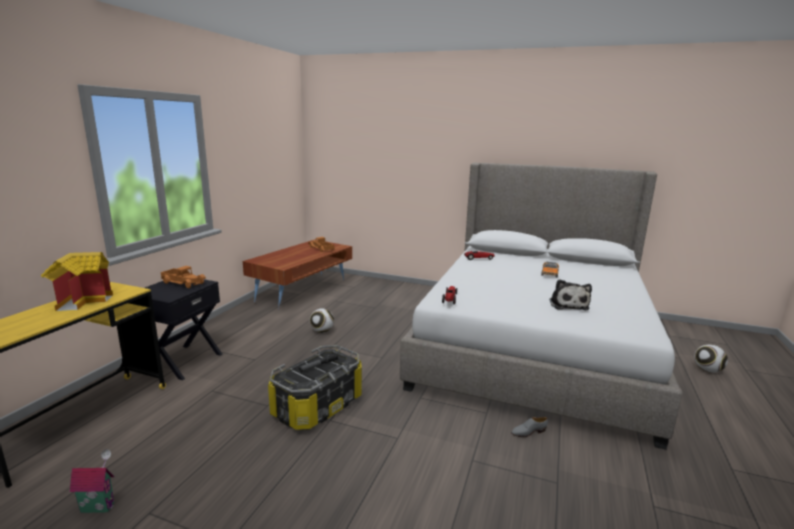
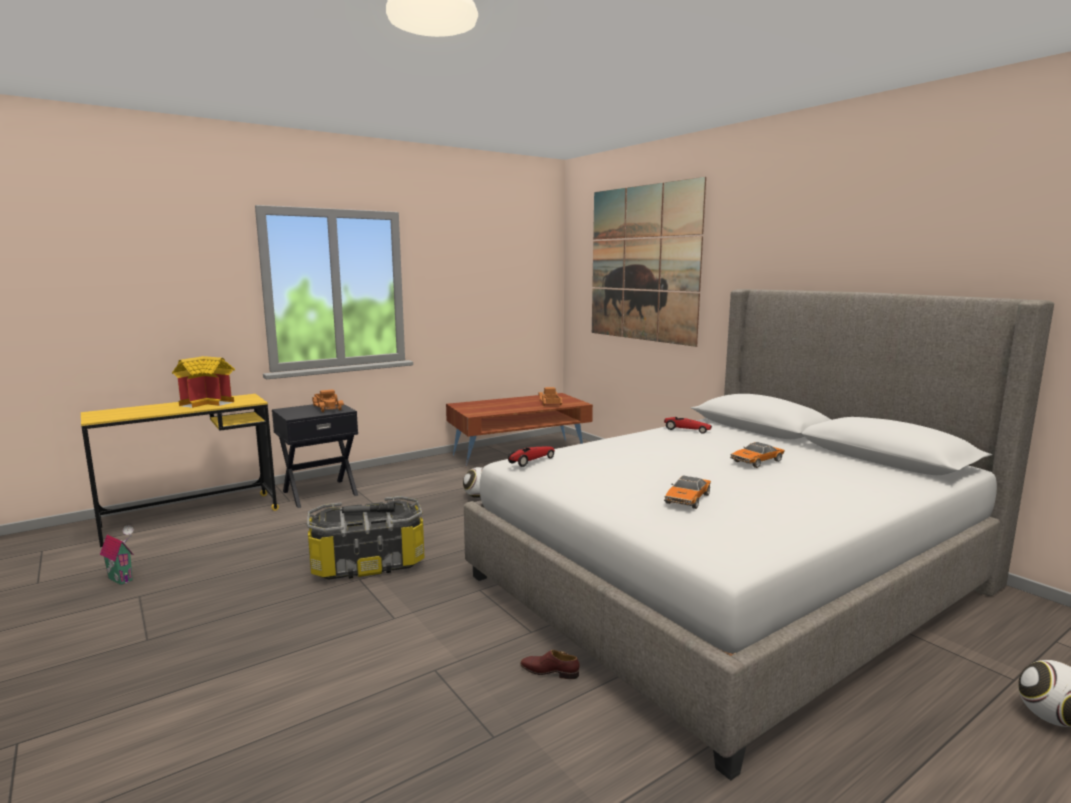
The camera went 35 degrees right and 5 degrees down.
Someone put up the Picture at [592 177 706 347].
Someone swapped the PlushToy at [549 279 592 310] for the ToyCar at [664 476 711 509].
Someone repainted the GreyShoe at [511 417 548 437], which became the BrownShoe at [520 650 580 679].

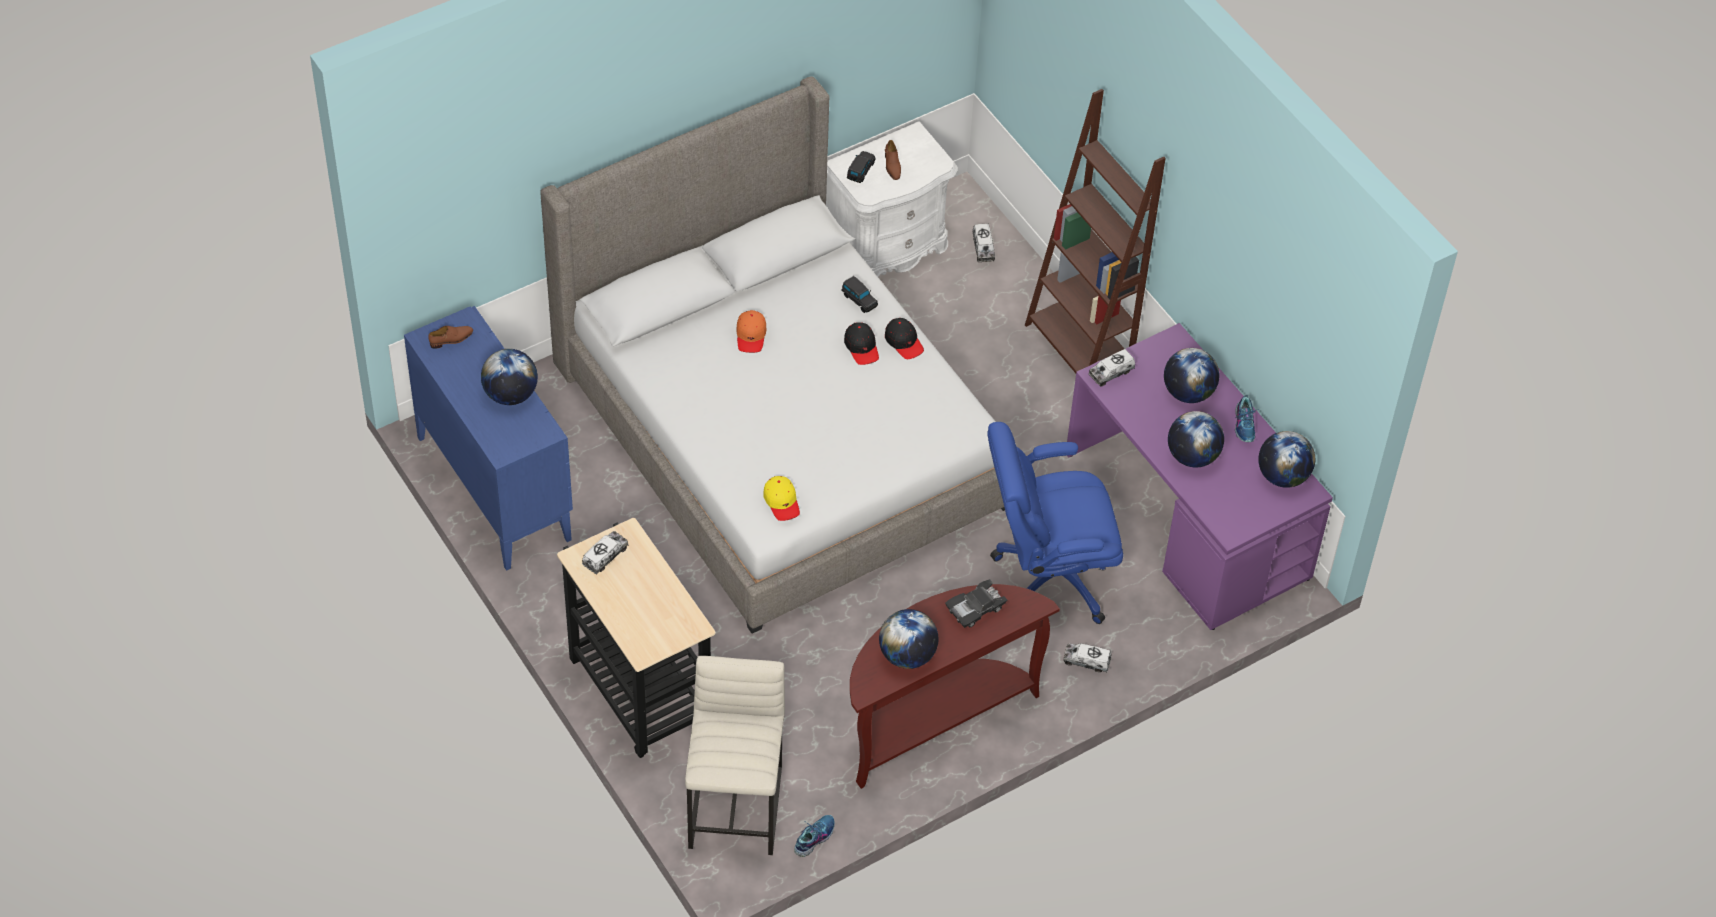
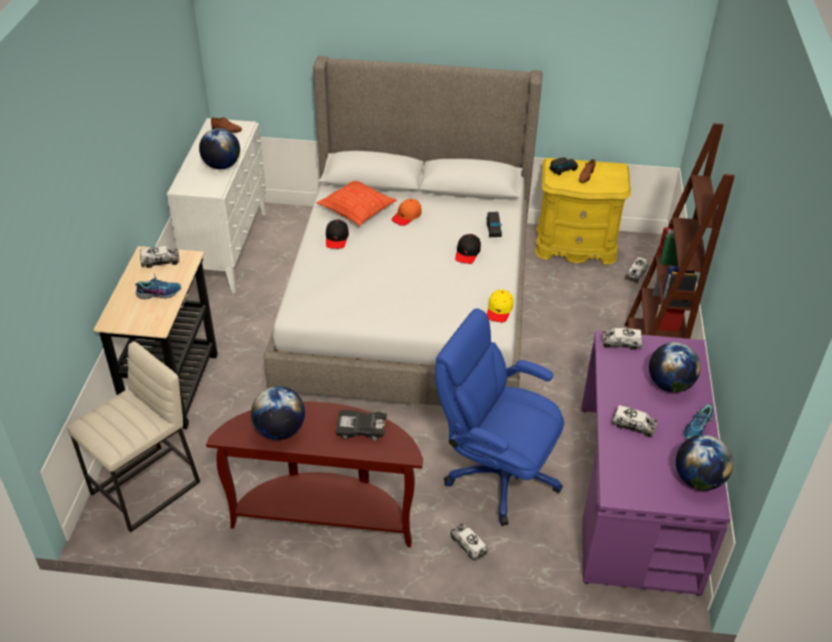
The camera went 40 degrees right and 10 degrees down.
Someone put down the OrangePillow at [317 181 397 226].
Someone carried the YellowCap from [763 476 800 521] to [487 290 513 322].
Someone carried the Shoe from [794 815 835 857] to [135 274 181 299].
Someone carried the BlackCap from [885 318 924 359] to [326 219 349 249].
Someone swapped the Globe at [1168 411 1224 467] for the ToyTruck at [612 405 657 437].
Someone repainted the BlueDresser at [404 306 573 571], which became the WhiteDresser at [167 118 266 293].
Someone repainted the WhiteNightstand at [826 121 957 277], which became the YellowNightstand at [536 158 631 265].

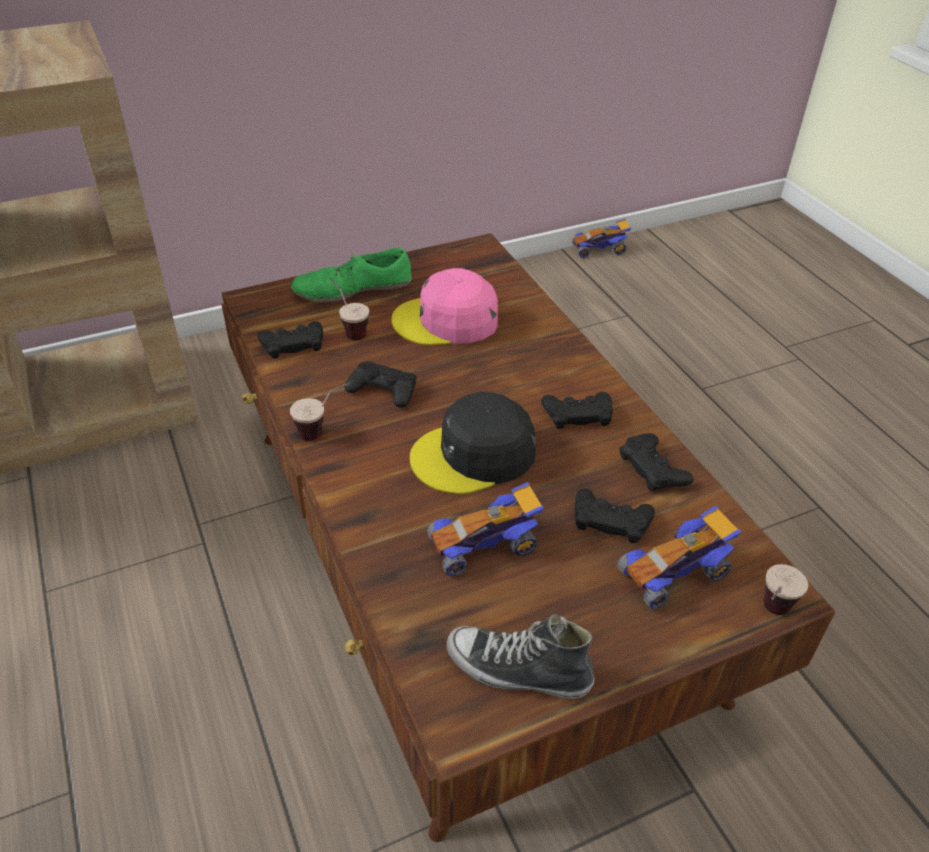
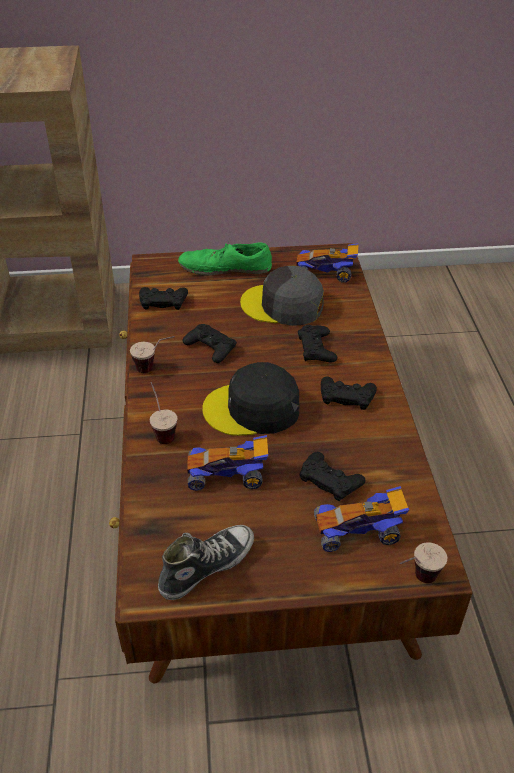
The camera went 20 degrees right and 0 degrees up.
Someone carried the Cup from [329 277 369 340] to [150 382 177 444].
Someone carried the ToyCar from [572 219 631 258] to [296 243 359 283].
Someone carried the BlackGameController from [619 433 694 491] to [298 325 337 362].
Someone repainted the PinkCap at [392 268 498 345], which became the GreyCap at [240 266 324 326].
Someone rotated the Shoe at [447 614 594 699] by 105 degrees clockwise.

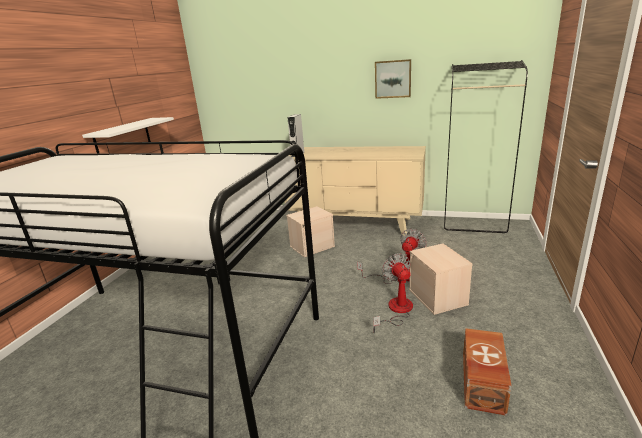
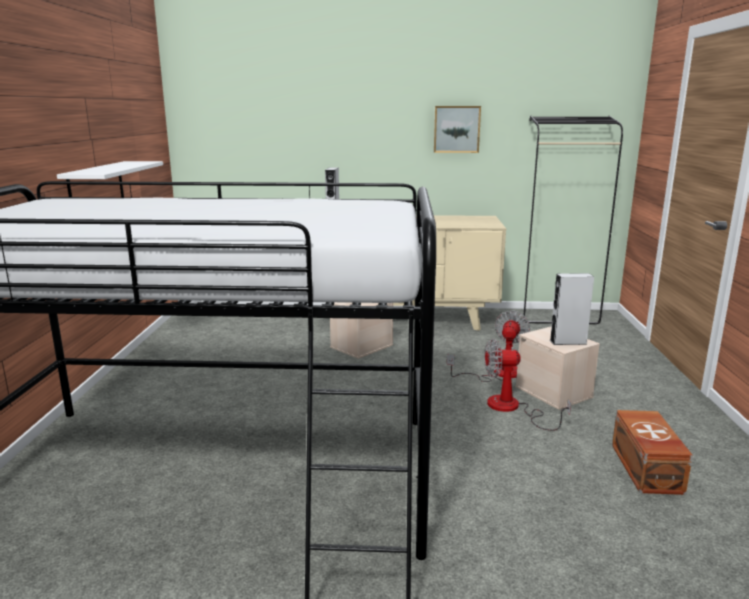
The camera went 15 degrees left and 5 degrees down.
Someone put down the GreySpeaker at [550 273 594 345].
Someone rotated the Fan at [373 253 413 333] by 60 degrees counterclockwise.

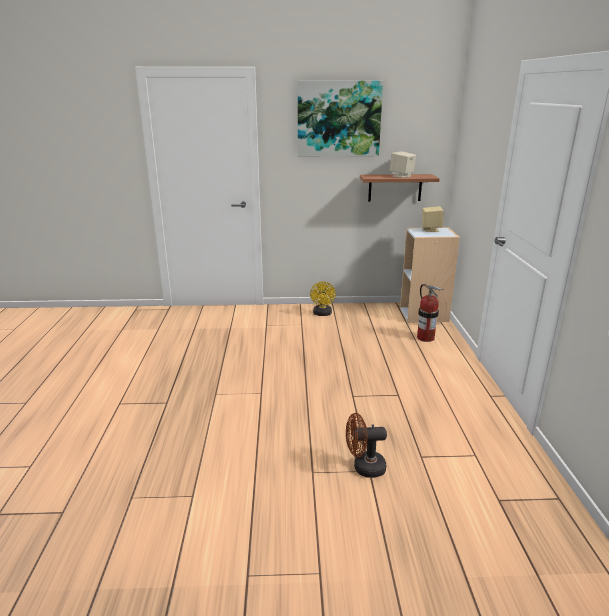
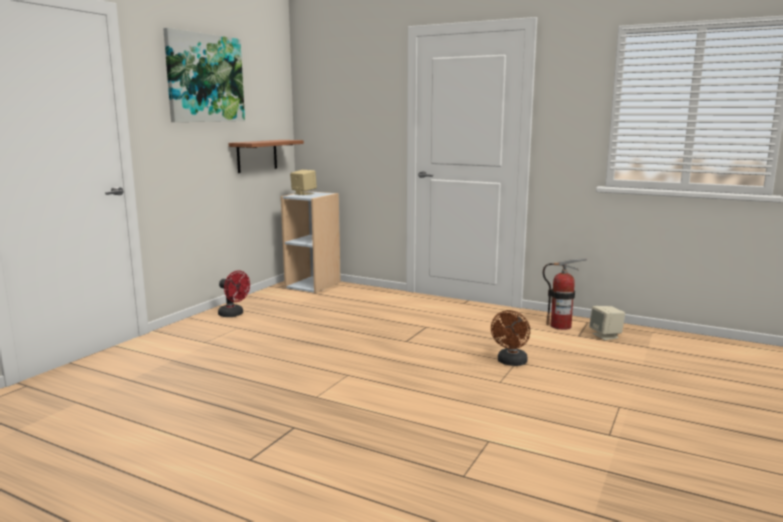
The camera went 60 degrees left and 10 degrees down.
Someone carried the BeigeSpeaker from [390 151 416 178] to [589 306 625 340].
Someone carried the FireExtinguisher from [417 284 443 342] to [543 258 587 330].
Someone repainted the YellowFan at [310 282 336 316], which became the RedFan at [218 270 250 317].

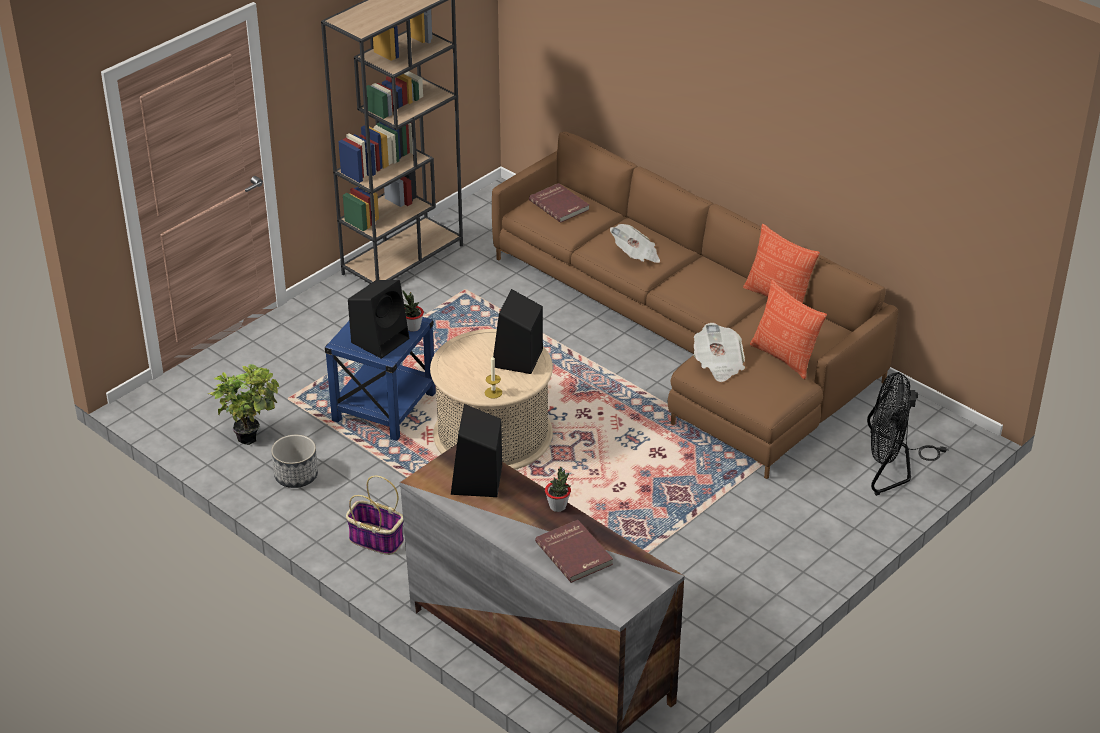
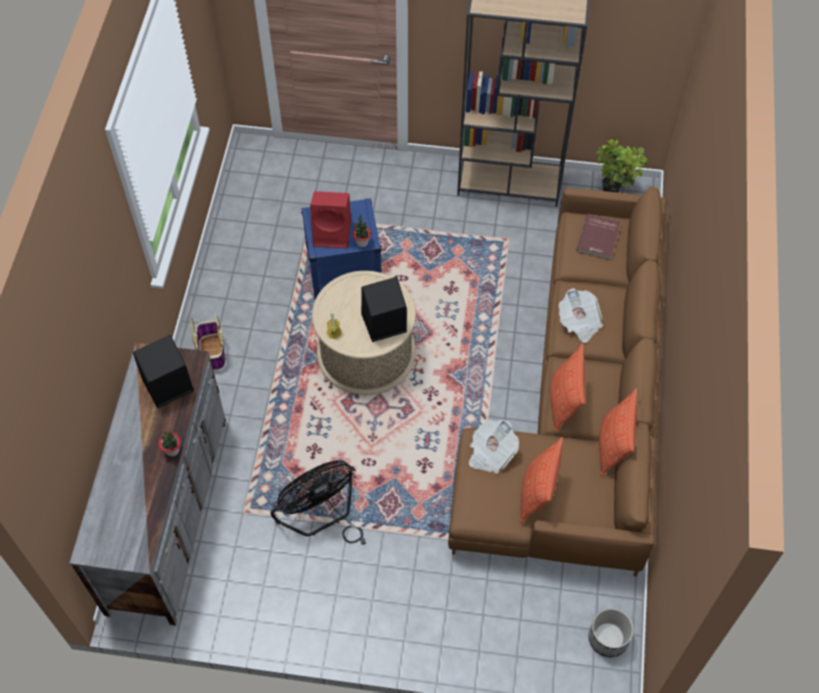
The camera went 55 degrees right and 20 degrees up.
Someone took away the RedBook at [535 520 613 583].
Someone put down the OrangePillow at [550 344 585 432].
Someone carried the PottedPlant from [208 364 279 445] to [597 139 648 192].
Someone carried the Planter from [271 435 318 488] to [589 608 634 657].
Someone carried the BlackFan from [867 372 948 496] to [270 460 366 546].
Someone repainted the BlackSpeaker at [348 280 409 359], which became the RedSpeaker at [310 191 351 248].

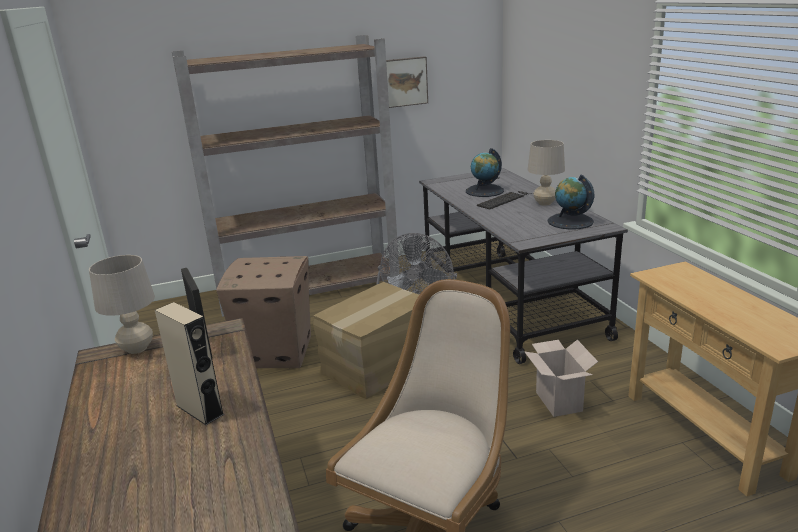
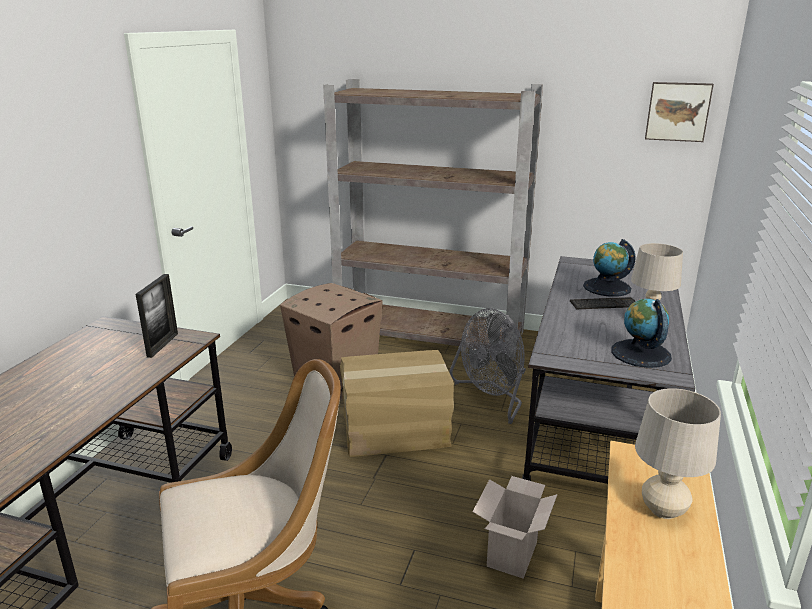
The camera went 35 degrees right and 0 degrees up.
Someone took away the BeigeSpeaker at [155 302 224 425].
Someone carried the BeigeTableLamp from [89 255 155 354] to [635 388 721 519].
Someone carried the Picture from [386 56 428 108] to [645 82 714 142].

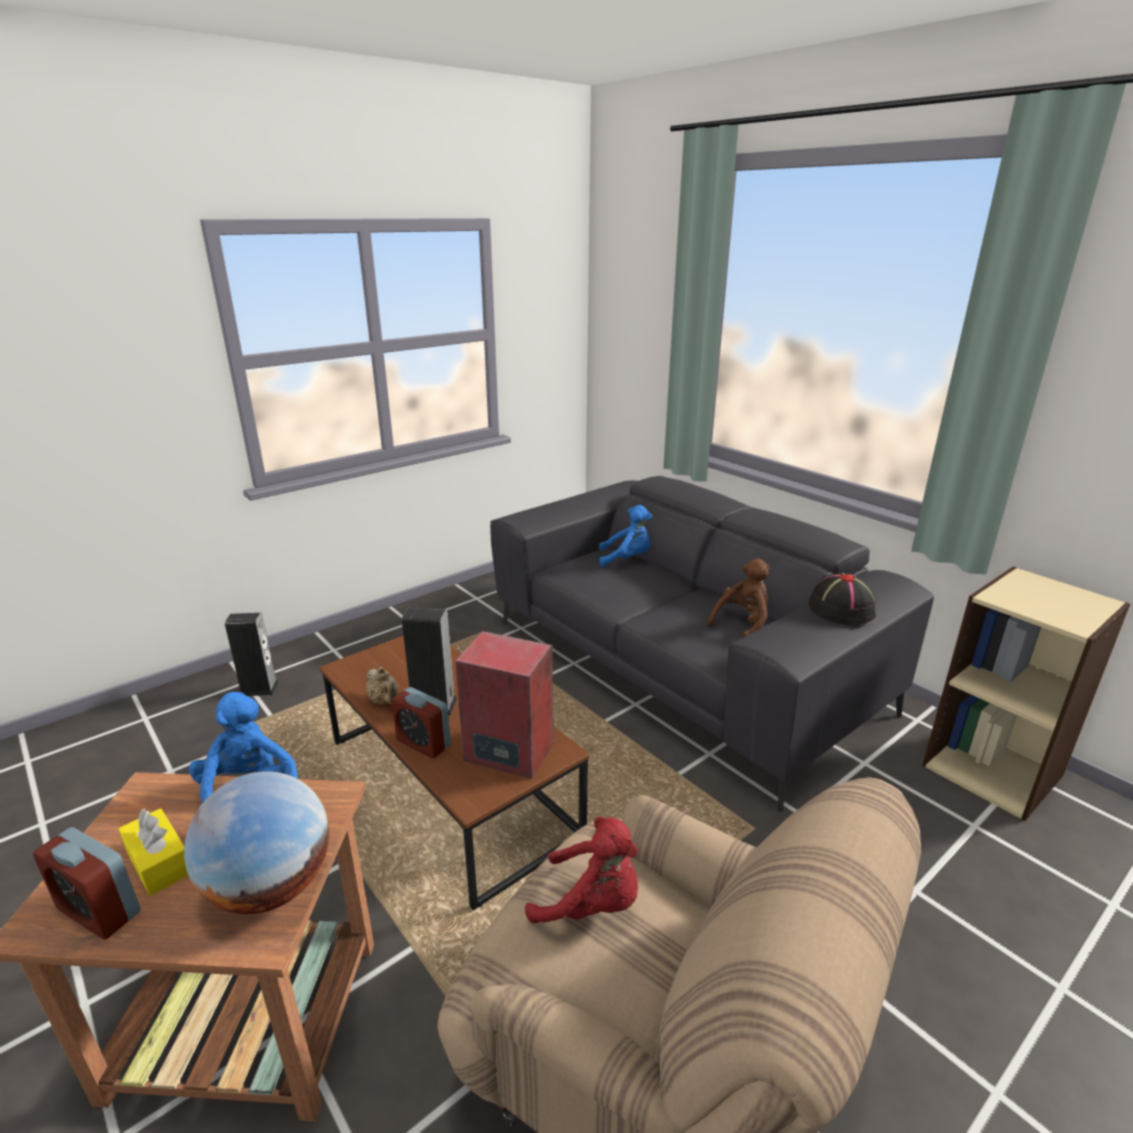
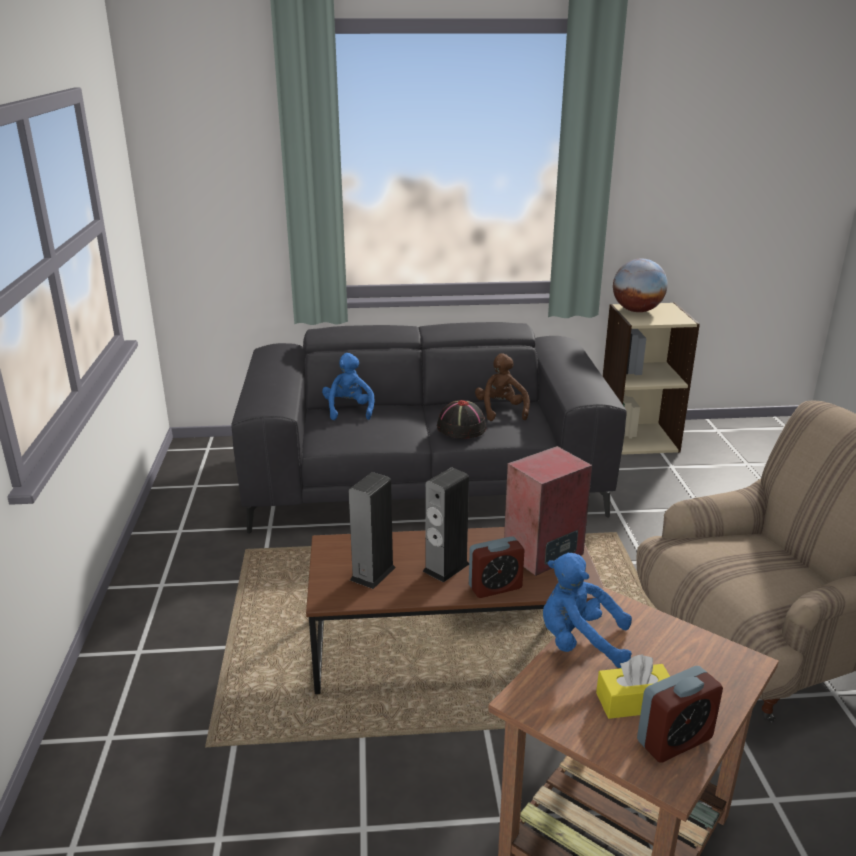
The camera went 55 degrees left and 0 degrees up.
Someone took away the BeigeTeapot at [366 667 398 704].
Someone took away the RedPlushToy at [525 816 638 923].
Someone carried the Globe from [184 771 329 914] to [613 258 668 312].
Someone carried the Speaker from [225 613 279 696] to [349 472 396 589].
Someone carried the BlackHat from [809 573 876 625] to [437 400 486 438].
Someone rotated the BluePlushToy at [599 505 652 567] by 45 degrees counterclockwise.

